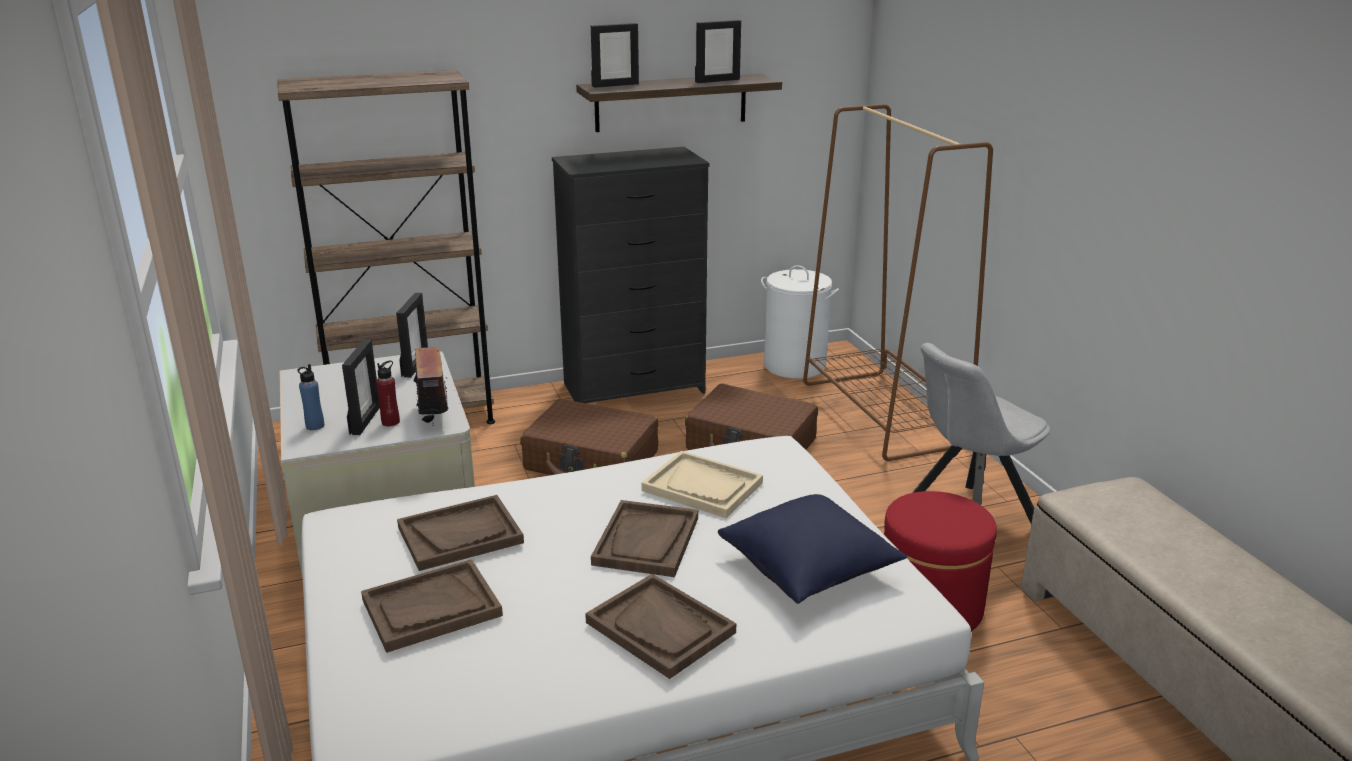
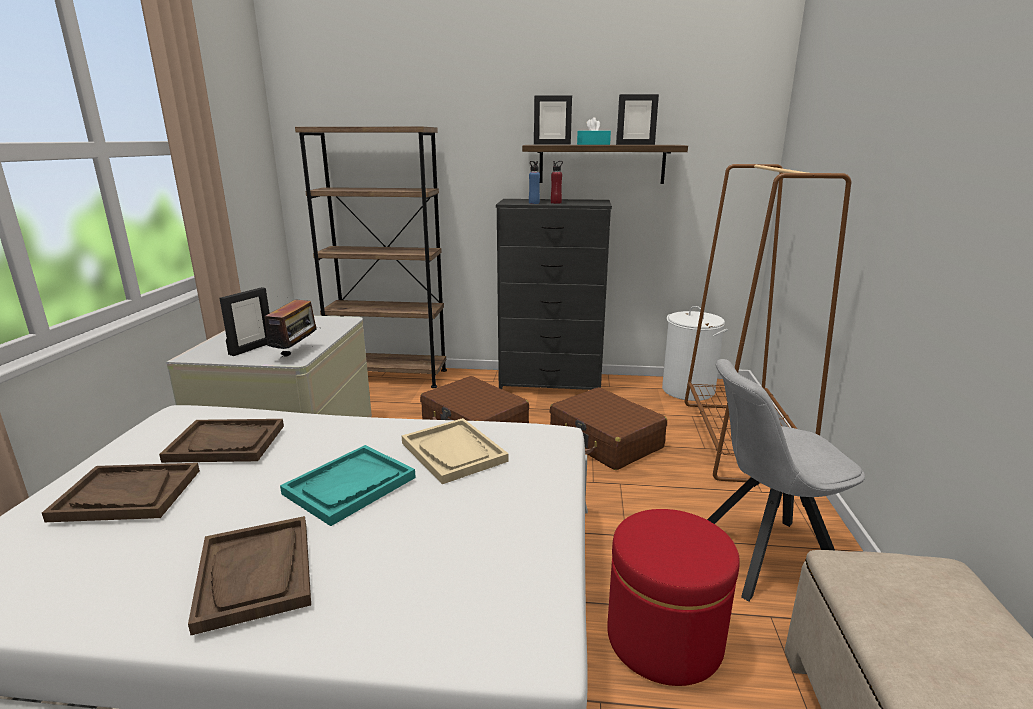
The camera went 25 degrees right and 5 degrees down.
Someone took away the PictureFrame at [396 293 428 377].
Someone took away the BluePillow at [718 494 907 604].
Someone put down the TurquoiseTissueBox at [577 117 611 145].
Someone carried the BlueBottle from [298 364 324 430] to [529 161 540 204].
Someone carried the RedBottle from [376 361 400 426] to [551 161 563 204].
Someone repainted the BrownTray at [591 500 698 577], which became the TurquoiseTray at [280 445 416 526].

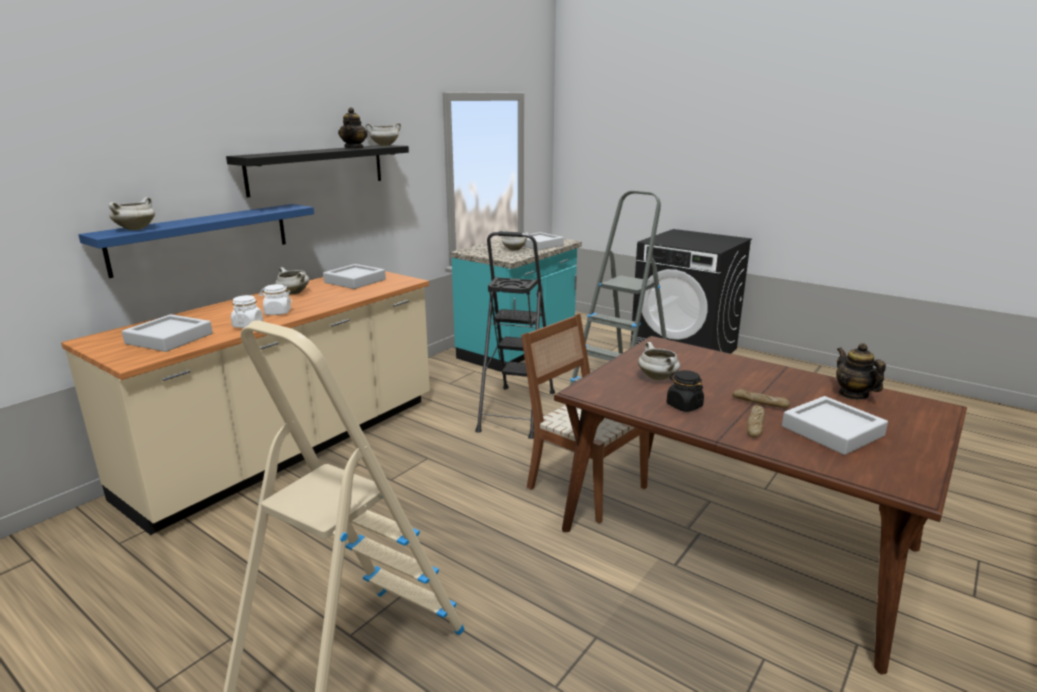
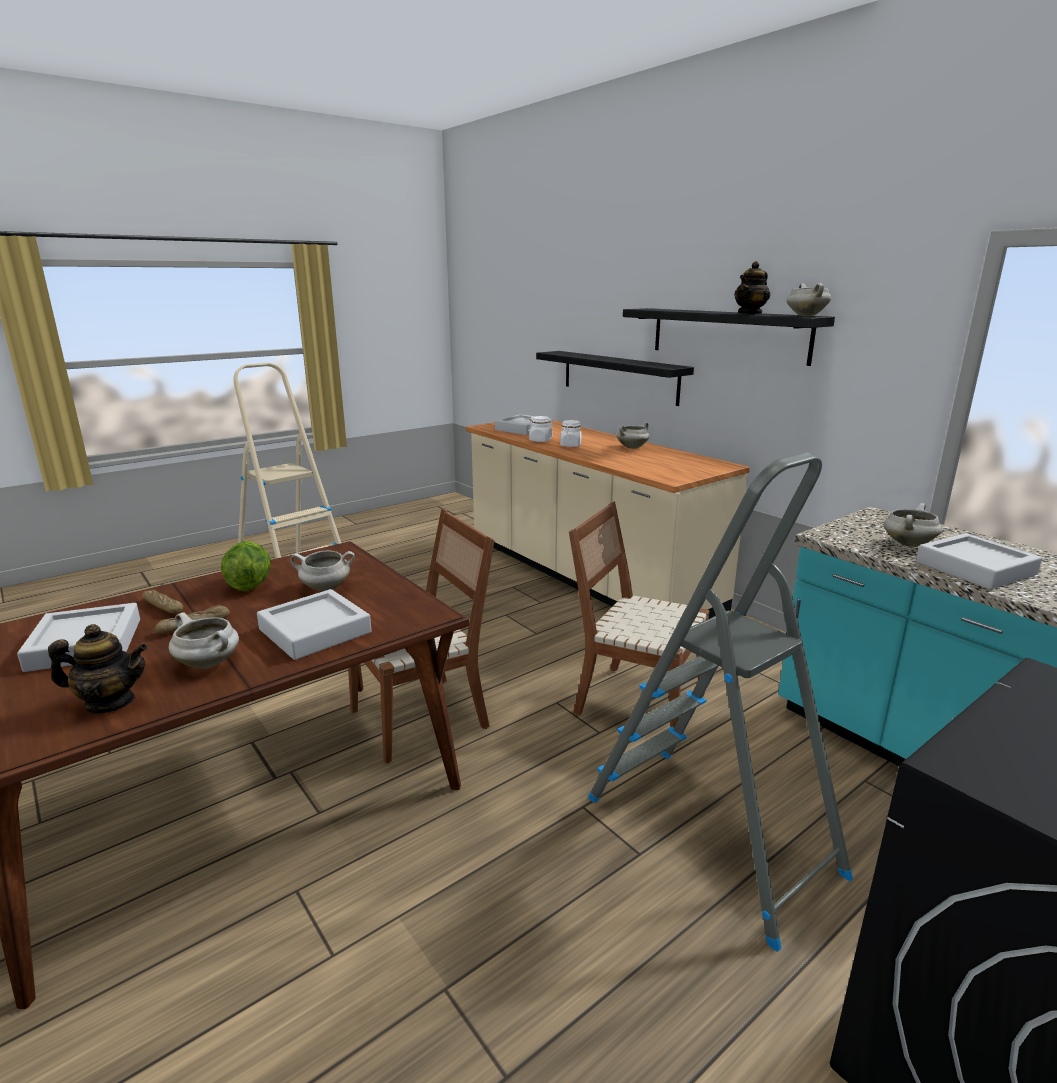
The camera went 105 degrees right and 0 degrees up.
Someone carried the WhiteCookingPot from [109 197 155 230] to [169 612 239 669].
Someone carried the GreyTray from [323 264 386 289] to [257 589 372 660].
Someone swapped the StepLadder at [475 231 555 439] for the Chair at [569 501 709 727].
Someone swapped the BlackJar at [667 370 704 412] for the Lettuce at [221 541 271 591].
Someone repainted the BlueShelf at [78 204 314 278], which became the BlackShelf at [536 351 694 406].
Someone rotated the Teapot at [338 107 368 149] by 60 degrees counterclockwise.

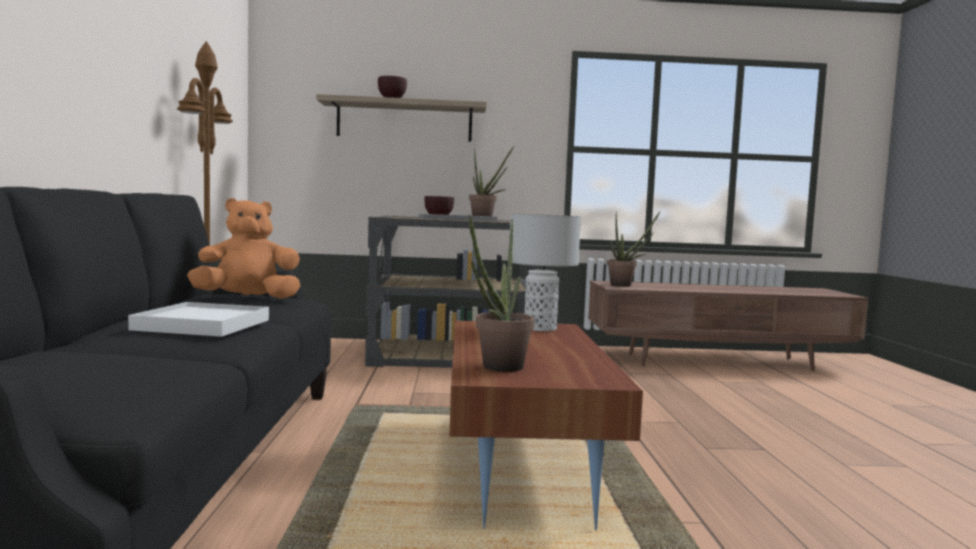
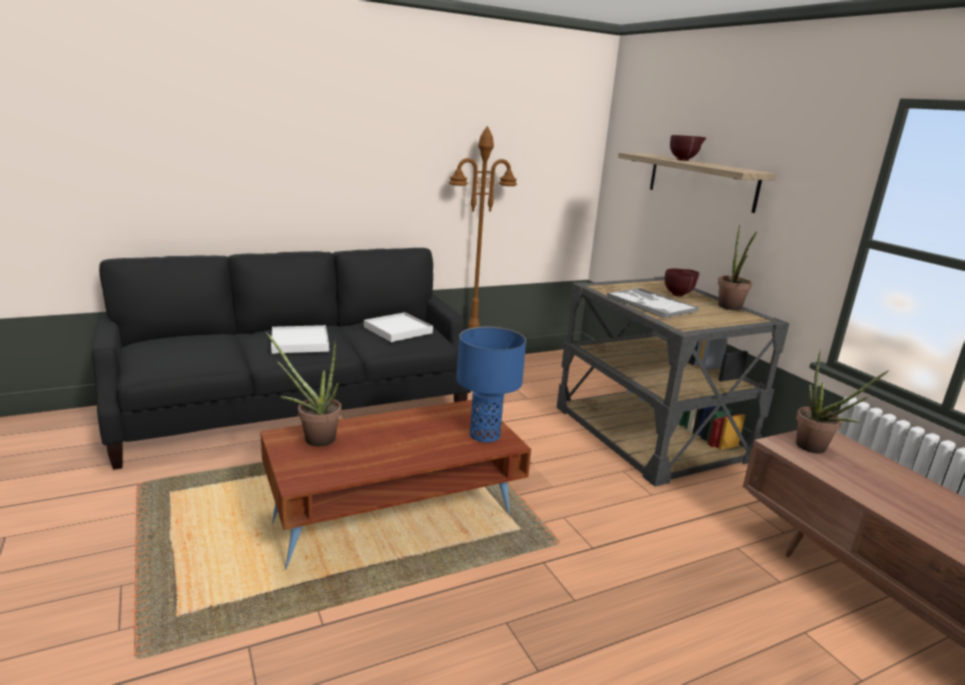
The camera went 65 degrees right and 15 degrees up.
Someone swapped the OrangePlushToy at [187 198 300 299] for the WhiteTray at [364 312 433 342].
Someone repainted the WhiteTableLamp at [509 214 581 331], which became the BlueTableLamp at [456 327 526 442].

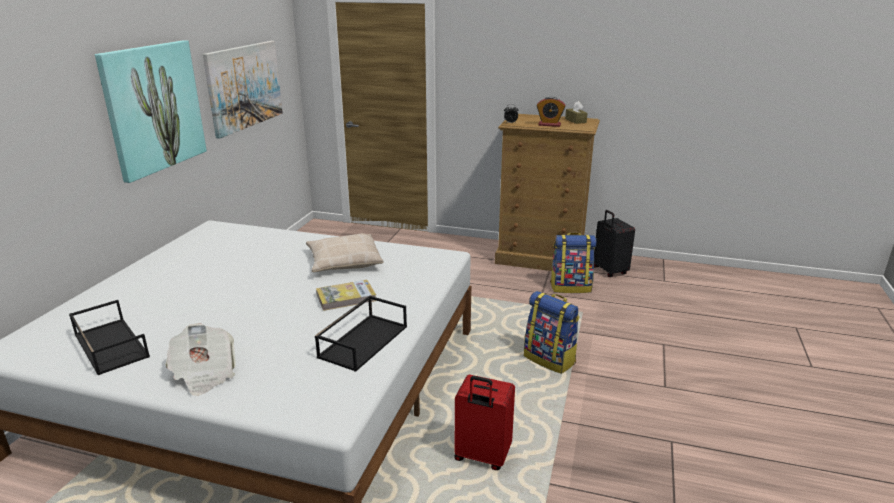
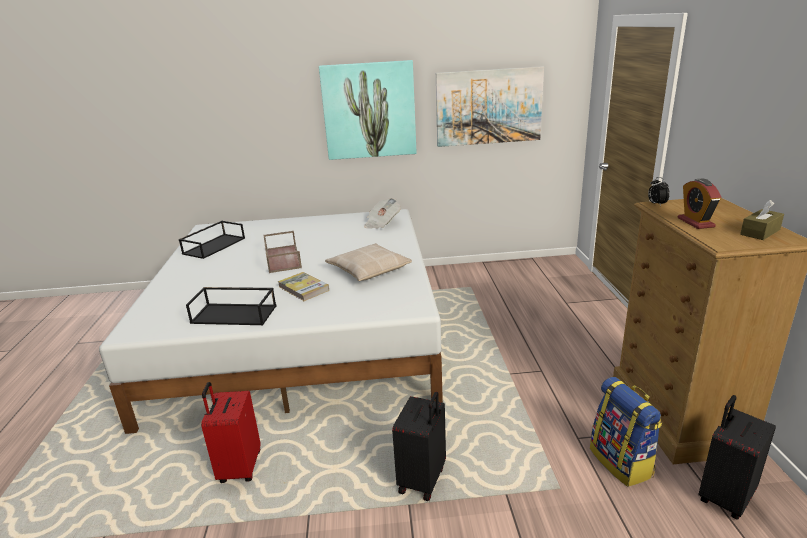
The camera went 70 degrees right and 0 degrees up.
Someone put down the BrownTray at [264 231 302 273].
Someone carried the Newspaper from [165 323 236 396] to [364 198 401 229].
Someone swapped the Backpack at [524 291 580 374] for the BlackSuitcase at [392 392 446 501].

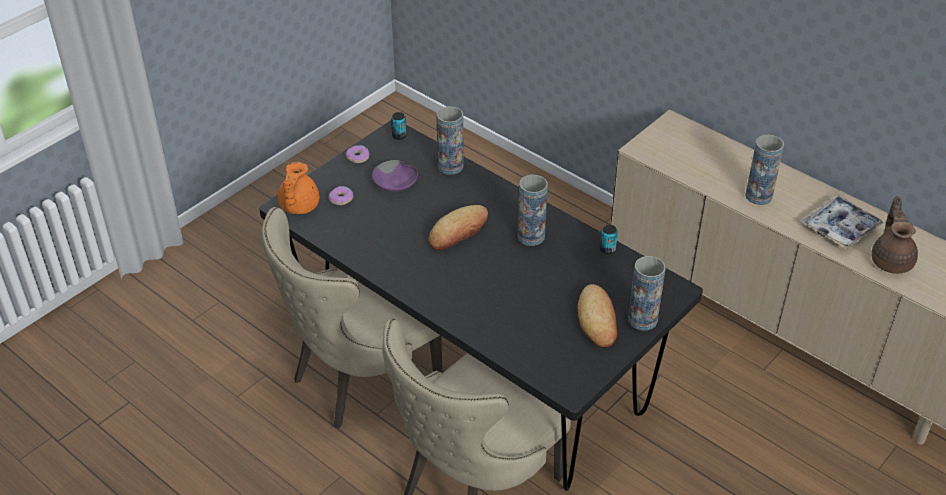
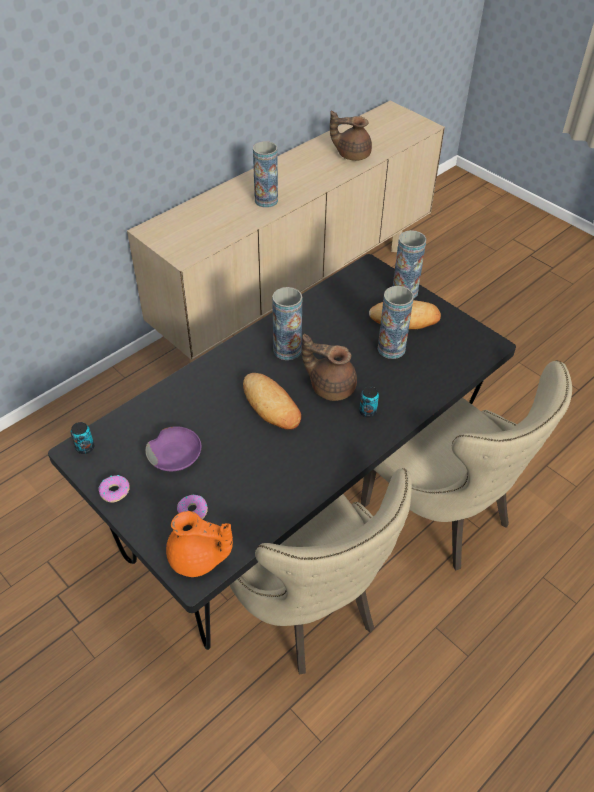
The camera went 85 degrees left and 5 degrees up.
Someone took away the Tray at [802 195 884 249].
Someone put down the BrownTeapot at [302 334 357 401].
Someone carried the Vase from [437 106 464 175] to [378 286 414 359].
Someone carried the Can from [600 225 618 254] to [359 386 379 418].

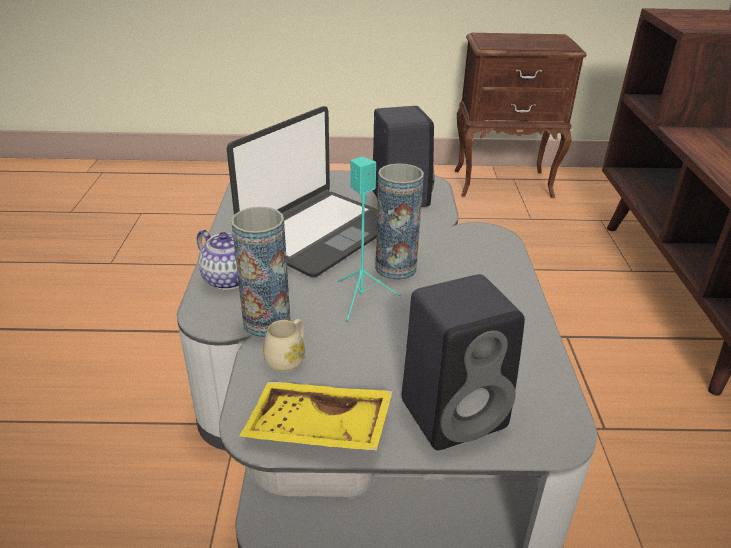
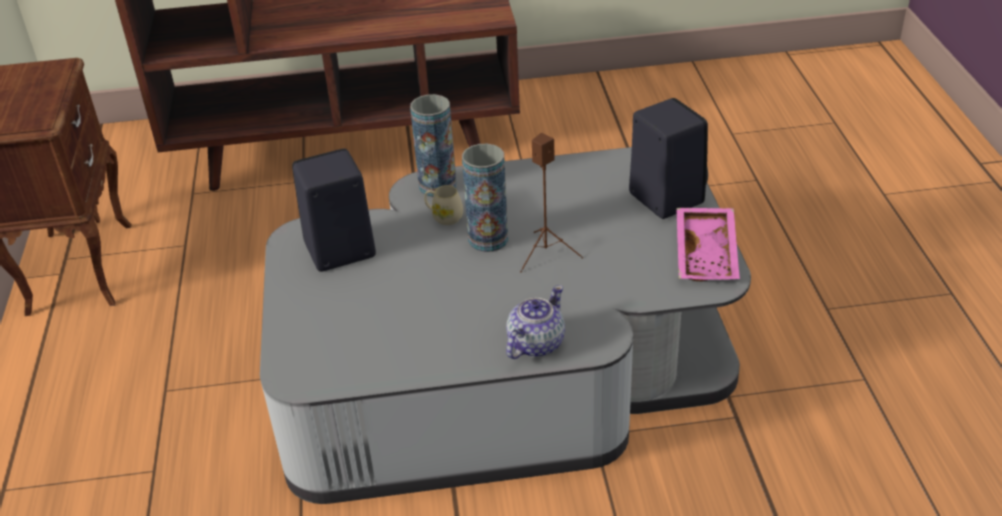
The camera went 95 degrees left and 5 degrees up.
Someone took away the Laptop at [227 106 377 277].
Someone carried the Vase from [231 207 290 338] to [410 94 456 197].
Someone carried the BeigeMug from [263 319 305 372] to [424 185 463 225].
Someone repainted the YellowTray at [239 382 393 451], which became the PinkTray at [676 208 740 281].
Someone repainted the TurquoiseSpeaker at [337 156 402 324], which became the BrownSpeaker at [520 133 583 272].

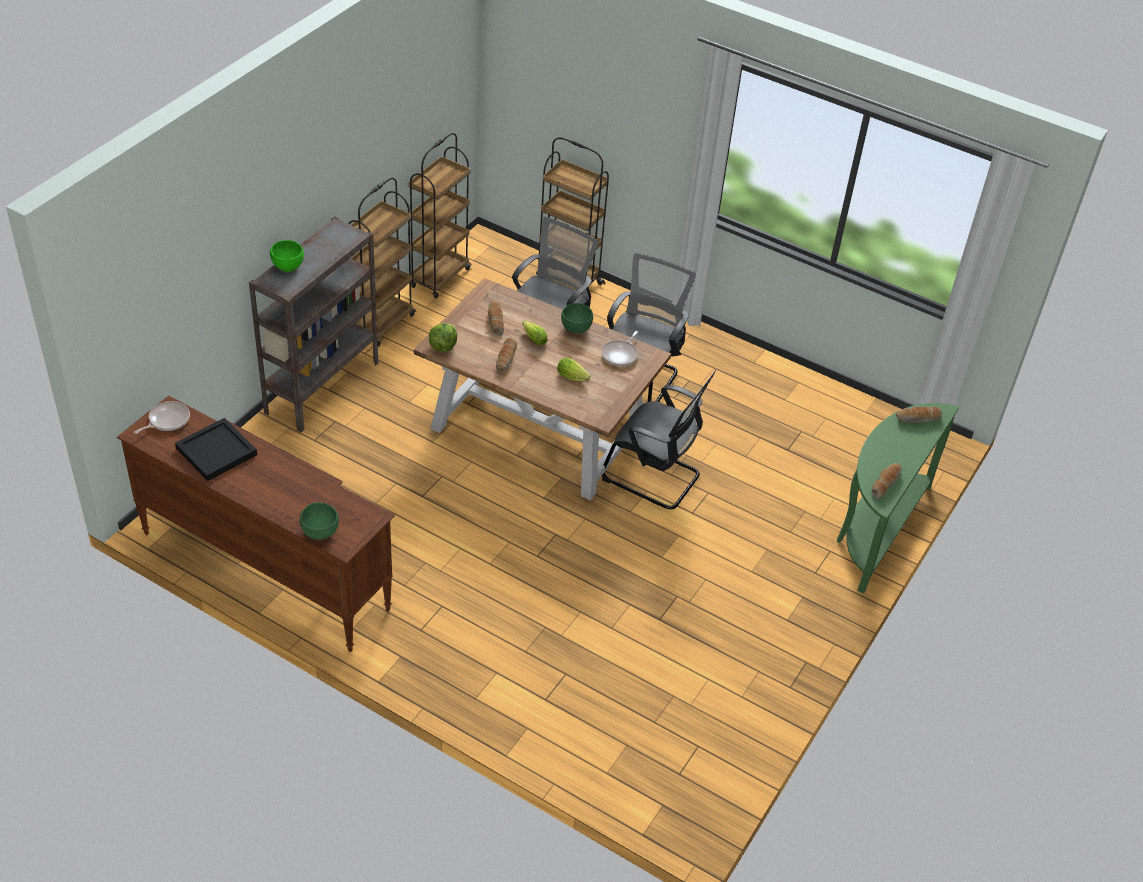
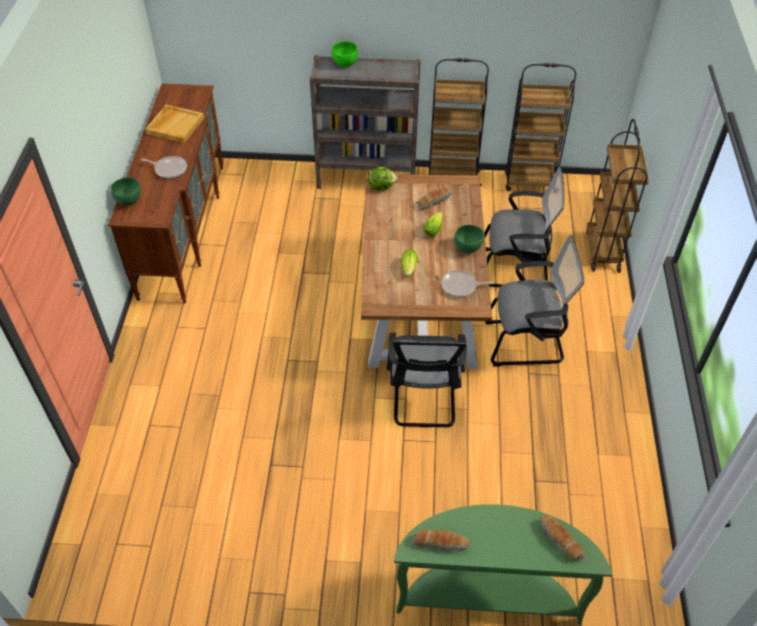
The camera went 65 degrees right and 5 degrees up.
Someone took away the Bread at [496 338 517 371].
Someone carried the FryingPan from [134 401 190 434] to [141 156 187 178].
Someone repainted the BlackTray at [175 418 257 481], which became the BeigeTray at [145 104 204 143].

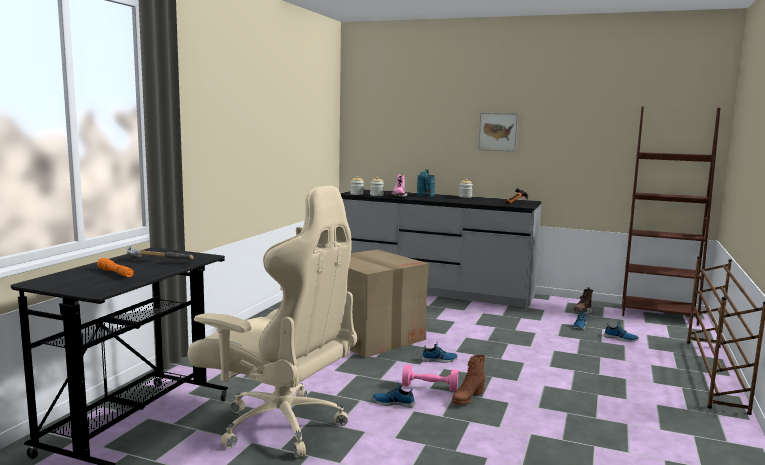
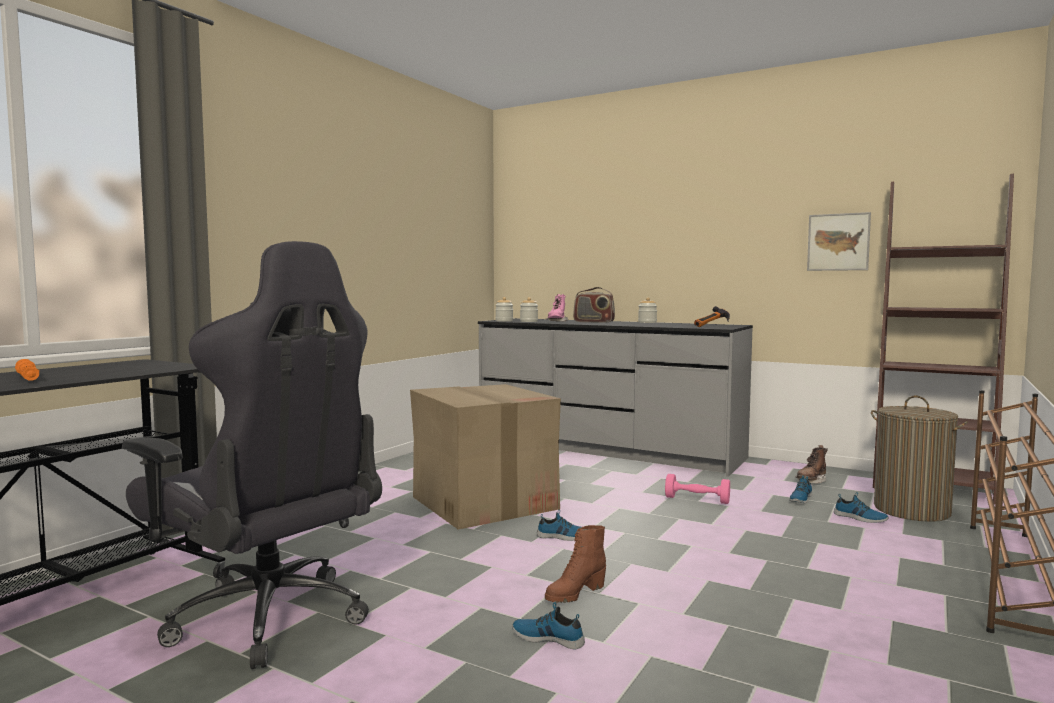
The camera went 10 degrees right and 5 degrees down.
Someone took away the Hammer at [127 246 194 260].
Someone put down the LaundryBasket at [871 396 968 522].
Someone carried the Shoe from [373 383 415 408] to [512 602 585 649].
Someone carried the PinkDumbbell from [402 364 458 392] to [665 474 730 504].
Someone carried the Picture from [478 113 518 152] to [807 212 871 271].
Someone swapped the TurquoiseWateringCan at [417 169 435 197] for the Radio at [573 287 615 323].
Someone repainted the BeigeOfficeChair at [187 186 357 458], which became the BlackOfficeChair at [122 241 382 669].

